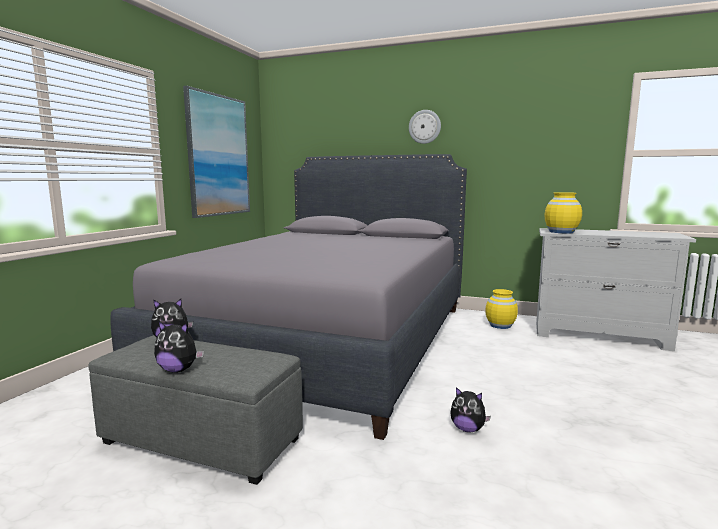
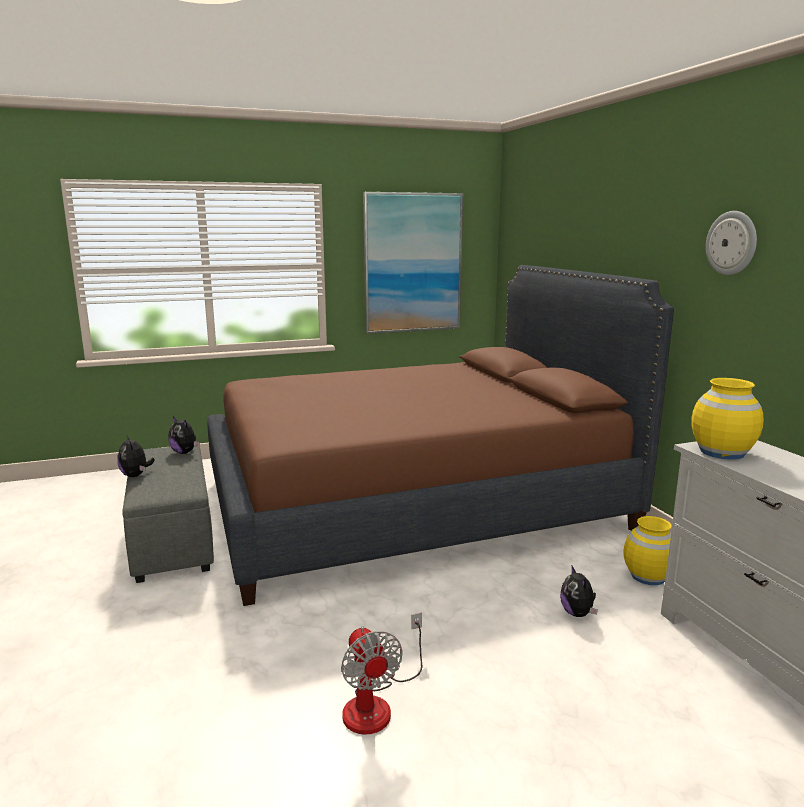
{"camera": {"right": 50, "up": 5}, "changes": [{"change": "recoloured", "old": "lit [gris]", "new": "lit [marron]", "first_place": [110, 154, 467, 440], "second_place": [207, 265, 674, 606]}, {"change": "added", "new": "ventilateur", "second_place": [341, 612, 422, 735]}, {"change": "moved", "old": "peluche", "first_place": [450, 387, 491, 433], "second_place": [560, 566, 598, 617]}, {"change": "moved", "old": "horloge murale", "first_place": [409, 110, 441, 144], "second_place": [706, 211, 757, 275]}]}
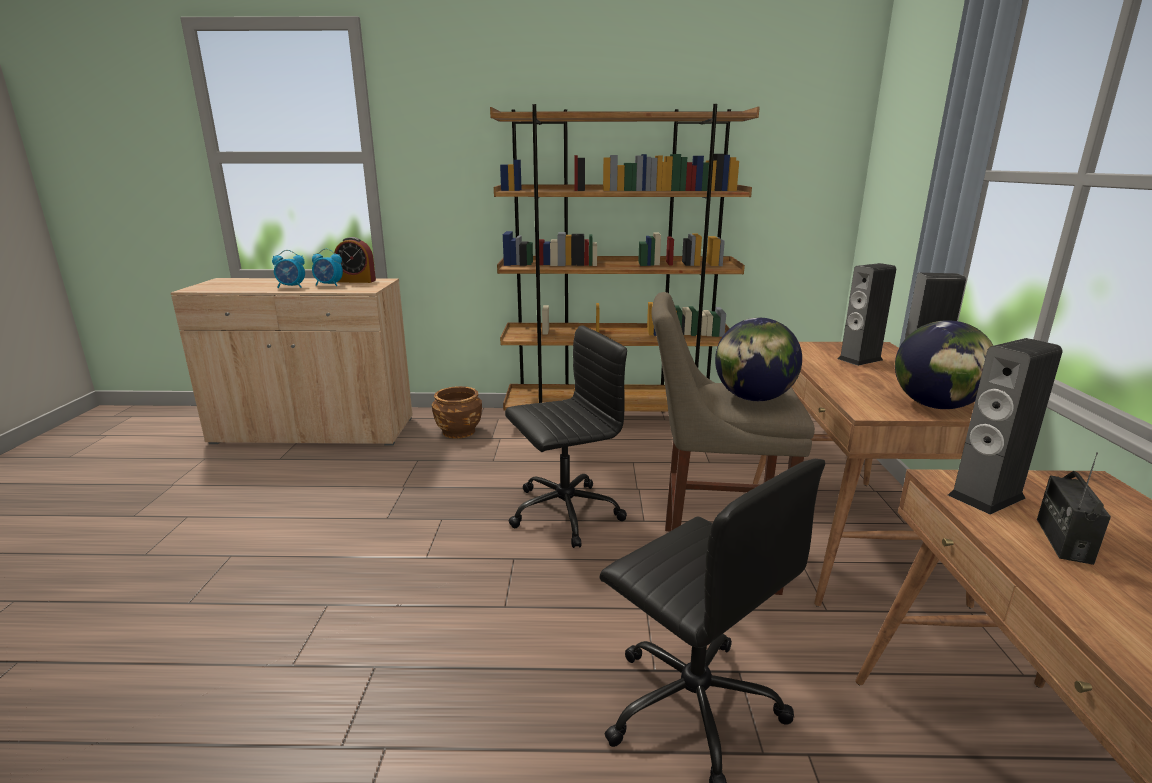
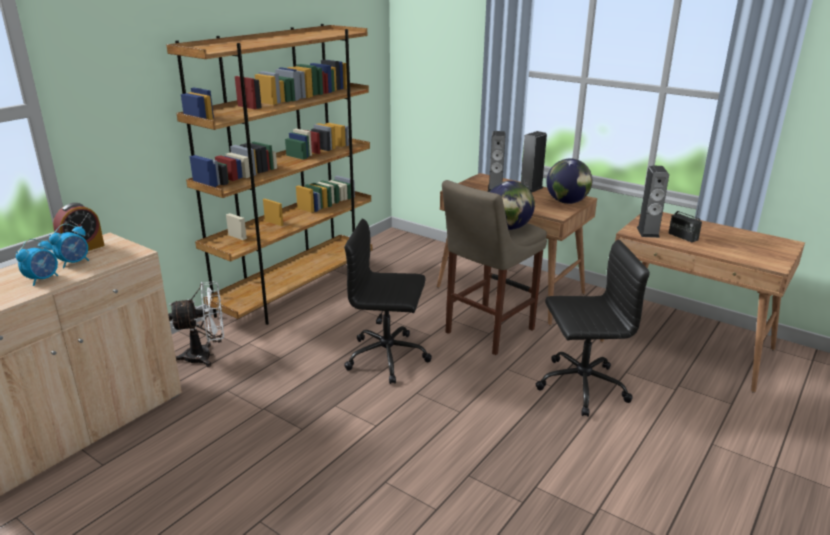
{"camera": {"right": -55, "up": 5}, "changes": [{"change": "replaced", "old": "cache-pot [marron]", "new": "ventilateur [blanc]", "first_place": [432, 386, 482, 439], "second_place": [168, 281, 224, 367]}, {"change": "turned", "old": "chaise de bureau [noir]", "first_place": [505, 325, 627, 548], "second_place": [344, 219, 432, 384], "degrees": -90}]}
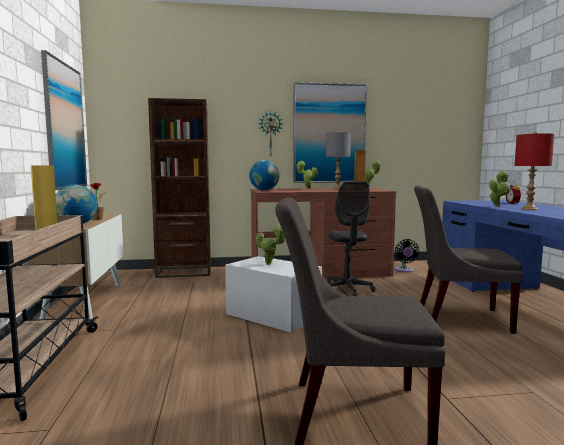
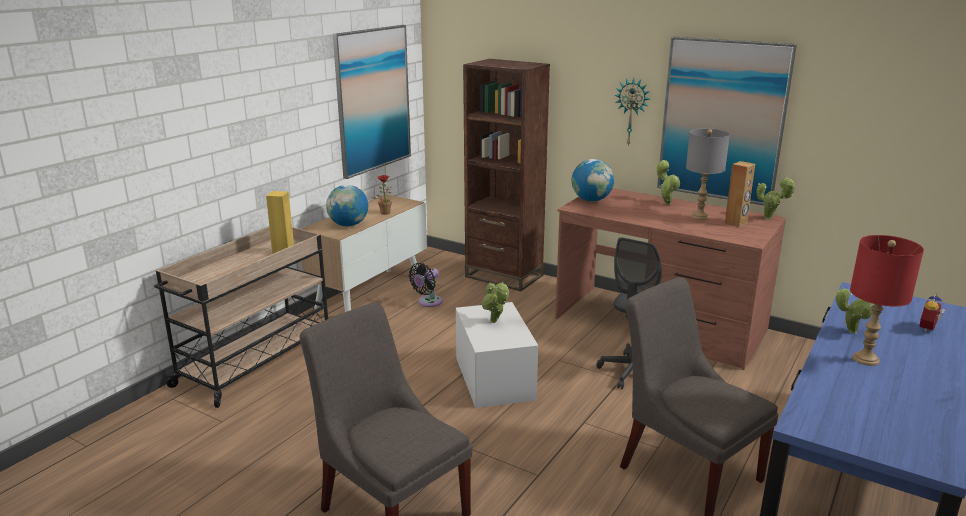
{"camera": {"right": 40, "up": 15}, "changes": [{"change": "moved", "old": "ventilateur [noir]", "first_place": [395, 239, 419, 272], "second_place": [409, 263, 443, 307]}]}
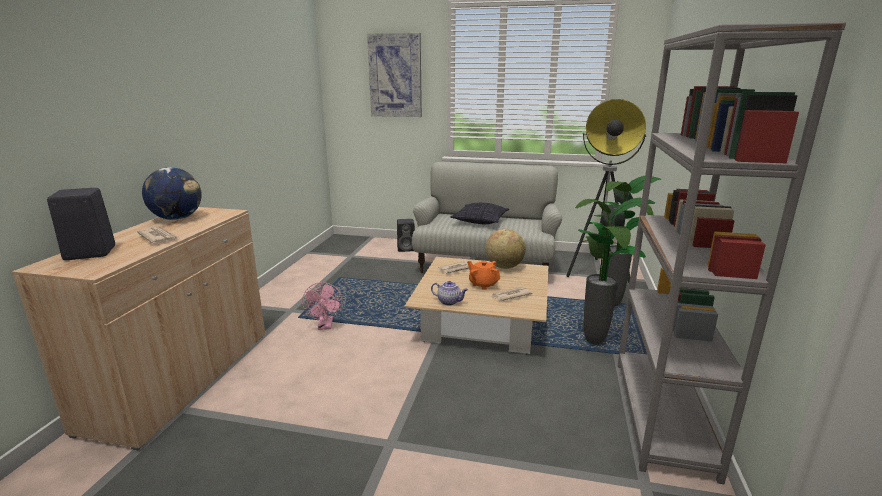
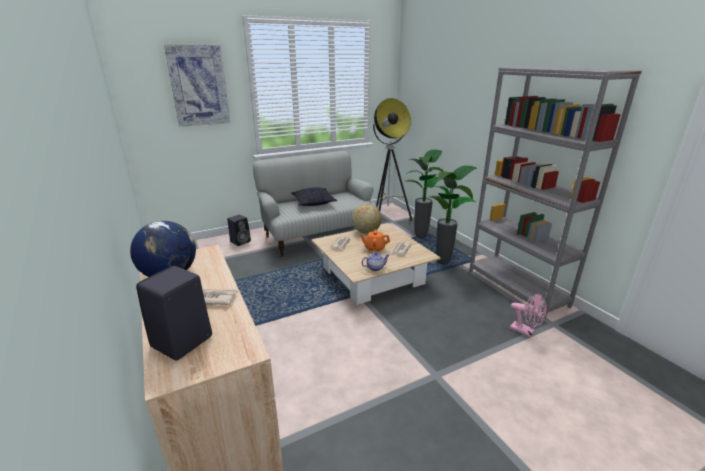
{"camera": {"right": -40, "up": 5}, "changes": [{"change": "moved", "old": "ventilateur [rose]", "first_place": [302, 282, 342, 330], "second_place": [510, 293, 547, 337]}]}
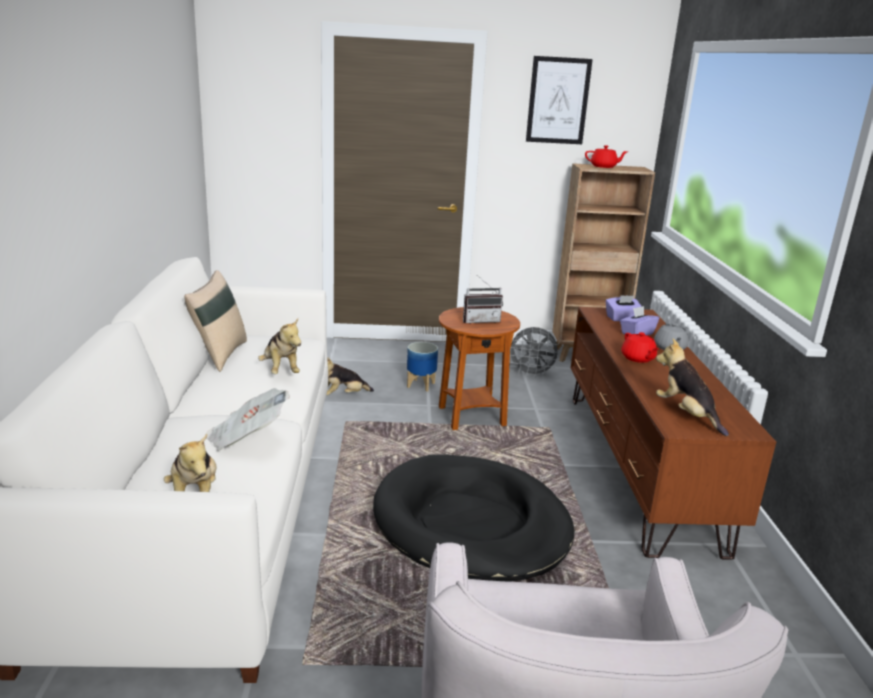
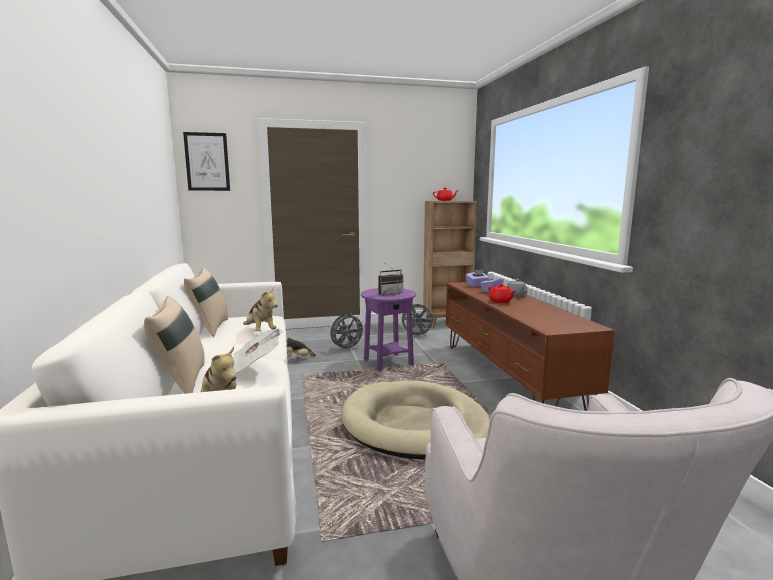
{"camera": {"right": -10, "up": -10}, "changes": [{"change": "added", "new": "coussin [beige]", "second_place": [144, 296, 205, 394]}, {"change": "moved", "old": "tableau", "first_place": [526, 56, 593, 144], "second_place": [183, 132, 230, 191]}, {"change": "replaced", "old": "cache-pot", "new": "ventilateur [gris]", "first_place": [407, 342, 438, 392], "second_place": [330, 313, 365, 351]}, {"change": "recoloured", "old": "panier pour chien [noir]", "new": "panier pour chien [beige]", "first_place": [373, 454, 575, 581], "second_place": [341, 381, 490, 459]}, {"change": "recoloured", "old": "table d'appoint [marron]", "new": "table d'appoint [violet]", "first_place": [439, 307, 520, 430], "second_place": [361, 288, 416, 371]}, {"change": "removed", "old": "peluche", "first_place": [656, 339, 729, 436]}]}
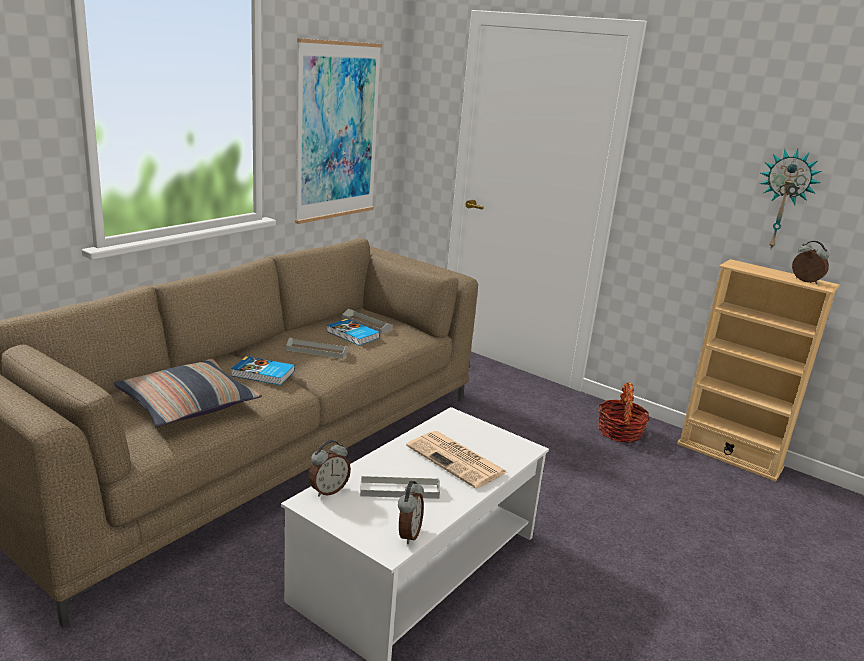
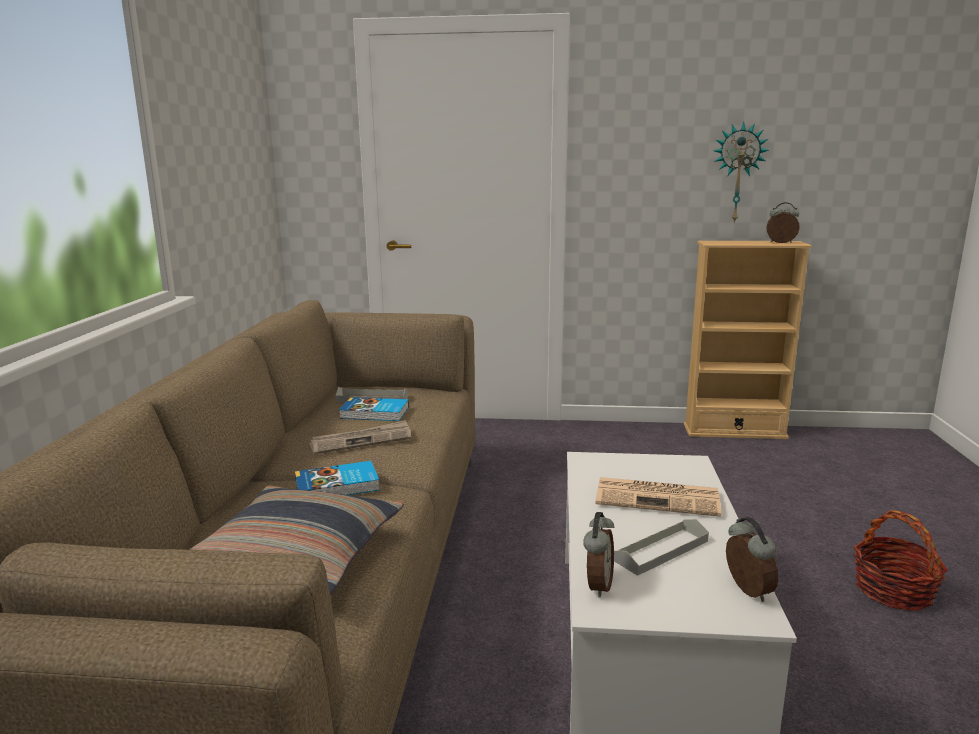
{"camera": {"right": -30, "up": -5}, "changes": [{"change": "replaced", "old": "plateau [gris]", "new": "journal", "first_place": [286, 338, 348, 359], "second_place": [309, 420, 411, 454]}, {"change": "moved", "old": "panier", "first_place": [598, 382, 650, 443], "second_place": [854, 510, 948, 611]}, {"change": "removed", "old": "tableau", "first_place": [295, 38, 382, 224]}]}
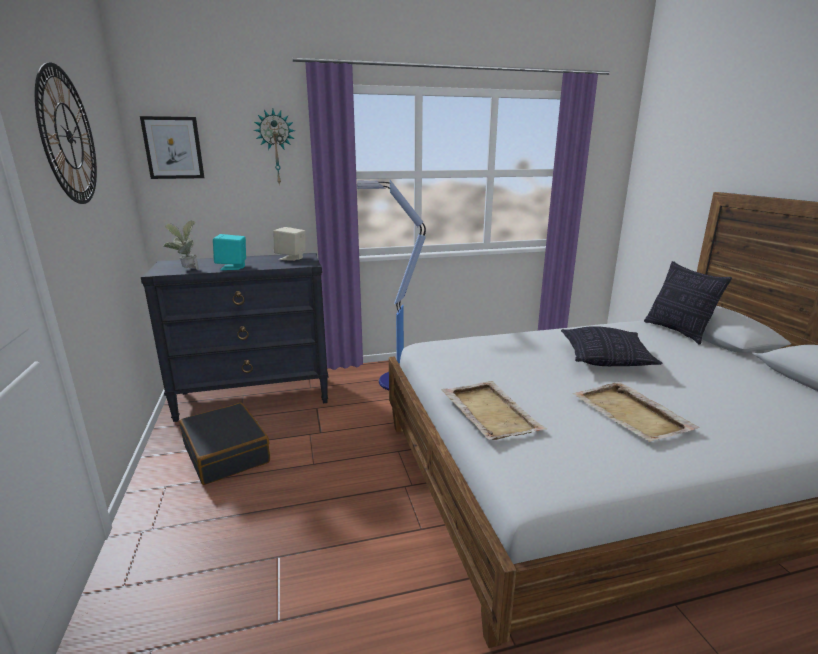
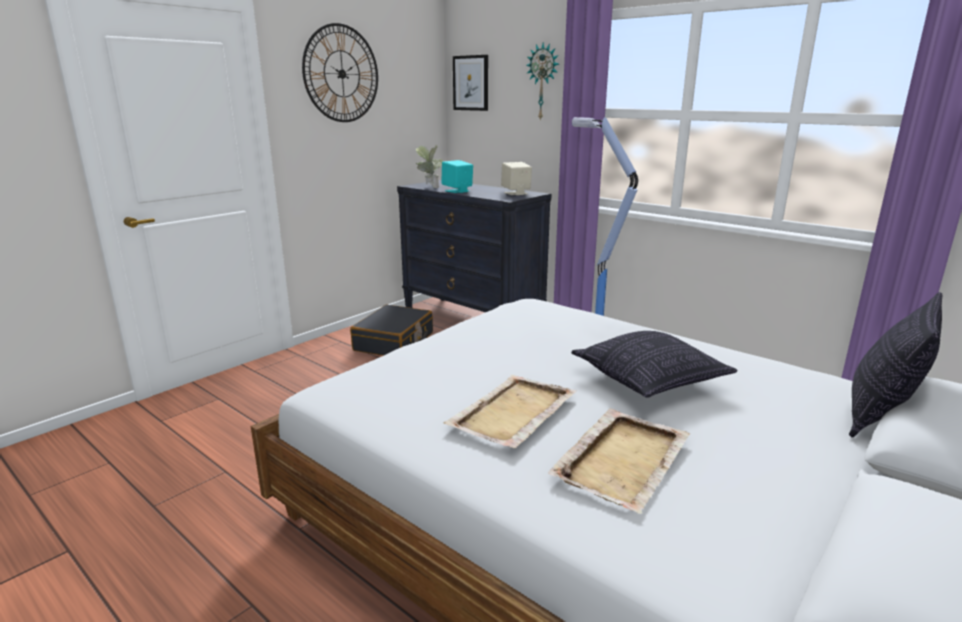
{"camera": {"right": 55, "up": 0}, "changes": [{"change": "moved", "old": "plateau [beige]", "first_place": [442, 381, 547, 440], "second_place": [548, 408, 690, 514]}]}
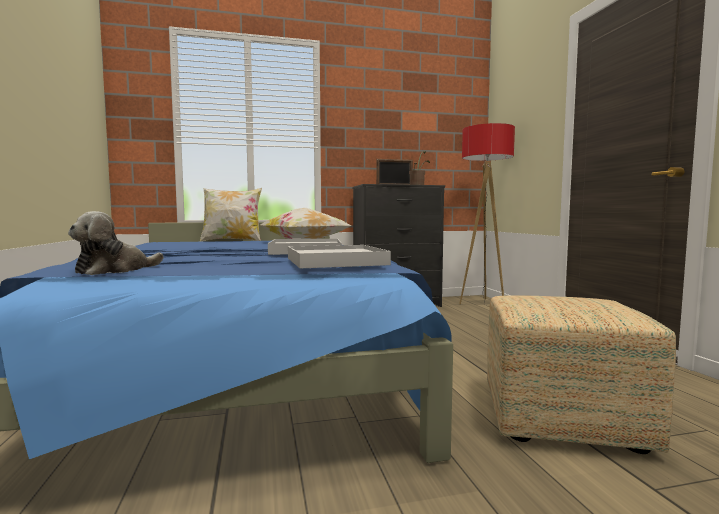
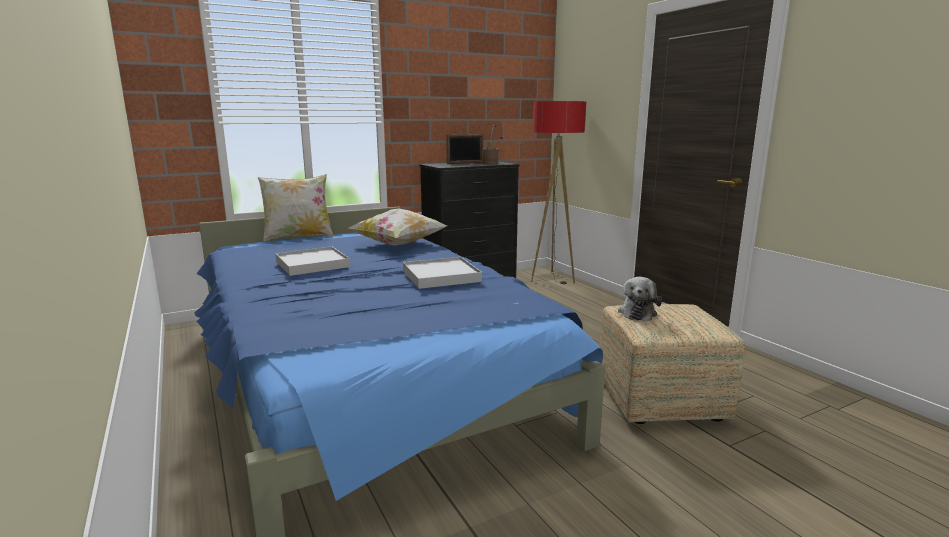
{"camera": {"right": -15, "up": 10}, "changes": [{"change": "moved", "old": "plateau [blanc]", "first_place": [288, 245, 391, 268], "second_place": [275, 246, 350, 276]}, {"change": "moved", "old": "peluche", "first_place": [68, 211, 163, 275], "second_place": [618, 277, 662, 321]}]}
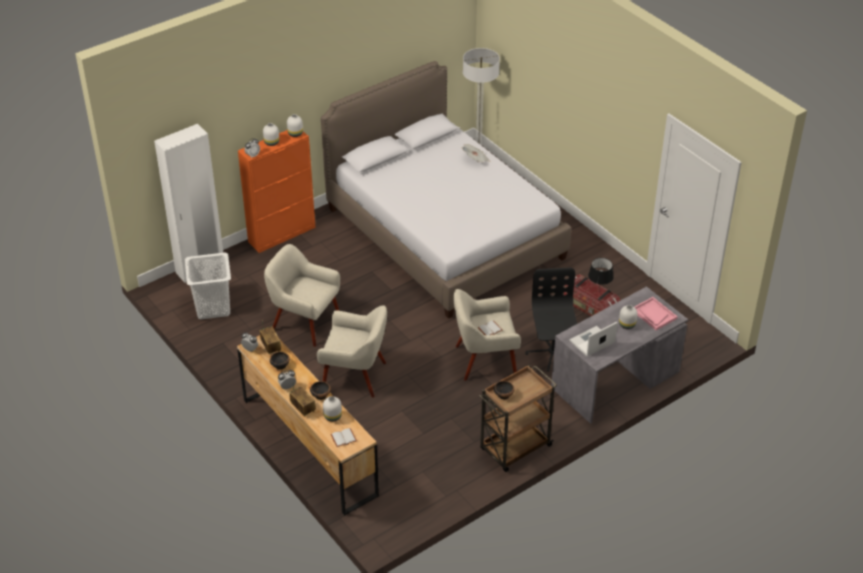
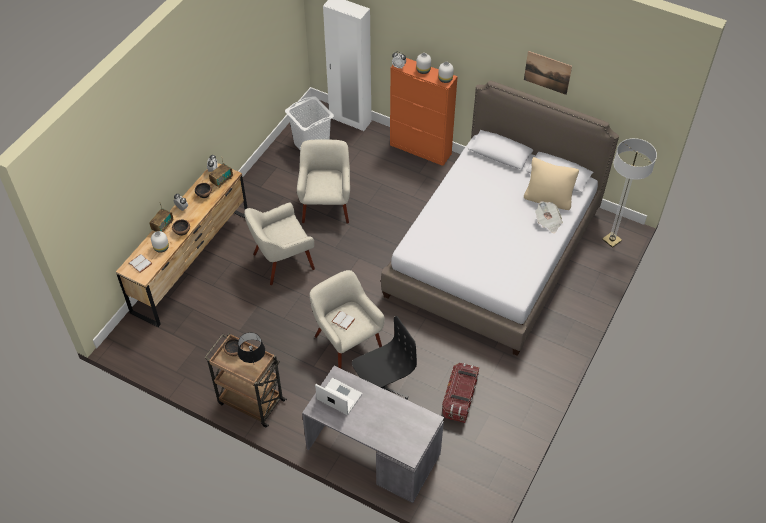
{"camera": {"right": 65, "up": 10}, "changes": [{"change": "moved", "old": "lampe de table [noir]", "first_place": [588, 258, 614, 291], "second_place": [238, 332, 265, 363]}, {"change": "turned", "old": "fauteuil [beige]", "first_place": [317, 305, 387, 398], "second_place": [244, 203, 315, 285], "degrees": 75}, {"change": "added", "new": "tableau", "second_place": [524, 51, 572, 95]}, {"change": "added", "new": "coussin [beige]", "second_place": [524, 157, 579, 210]}, {"change": "removed", "old": "vase [blanc]", "first_place": [619, 305, 637, 329]}, {"change": "removed", "old": "plateau [rose]", "first_place": [634, 297, 677, 330]}]}
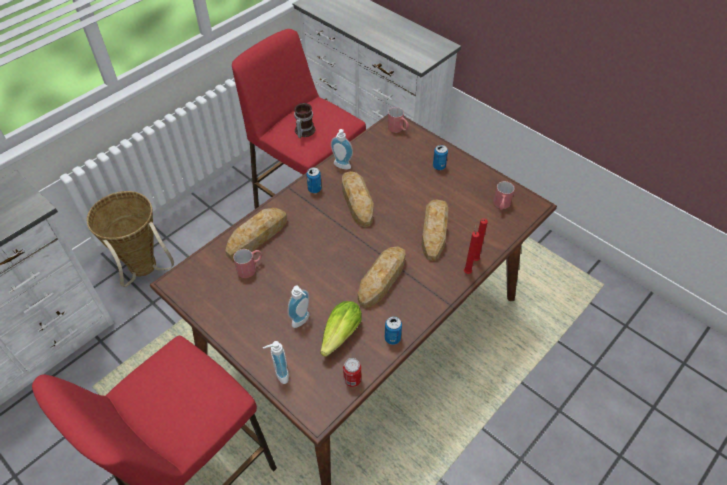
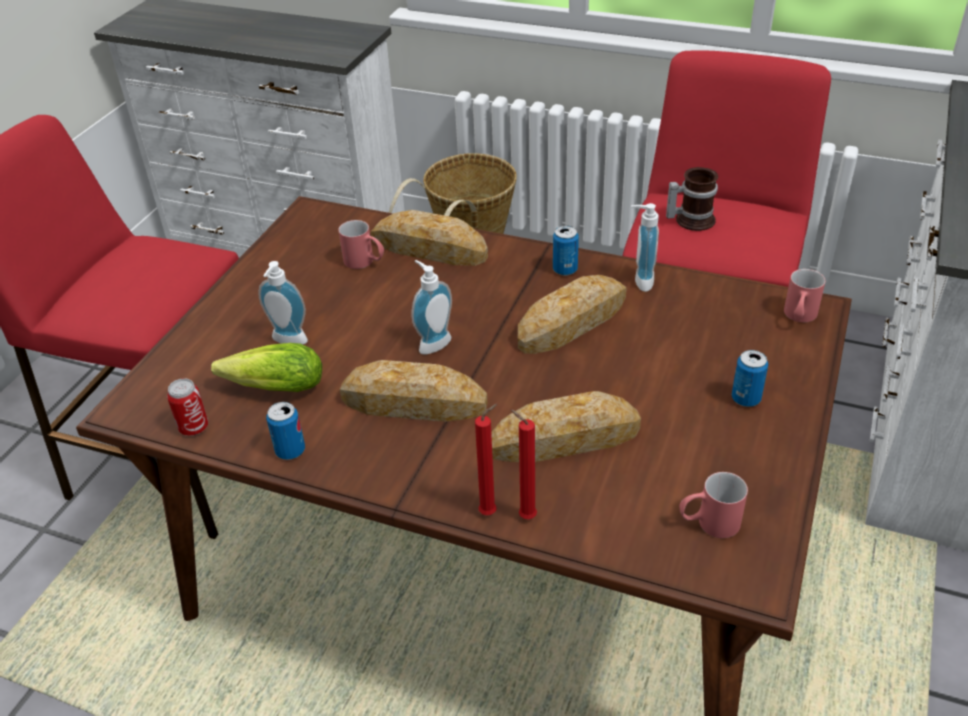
{"camera": {"right": 70, "up": -10}, "changes": [{"change": "moved", "old": "distributeur de savon", "first_place": [263, 341, 289, 384], "second_place": [412, 260, 452, 354]}]}
